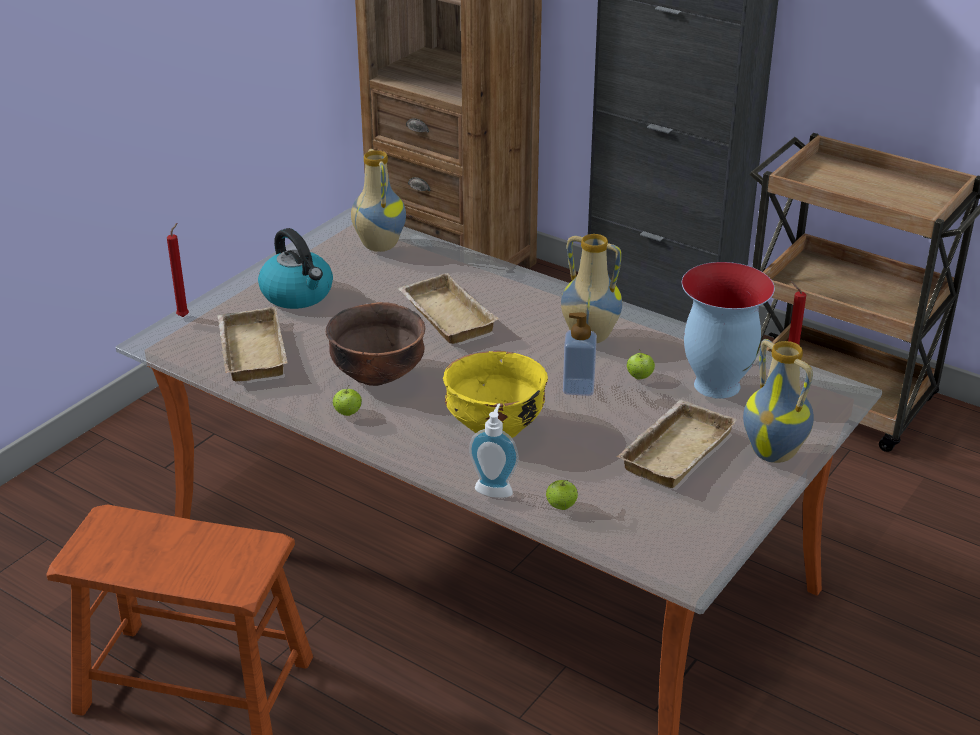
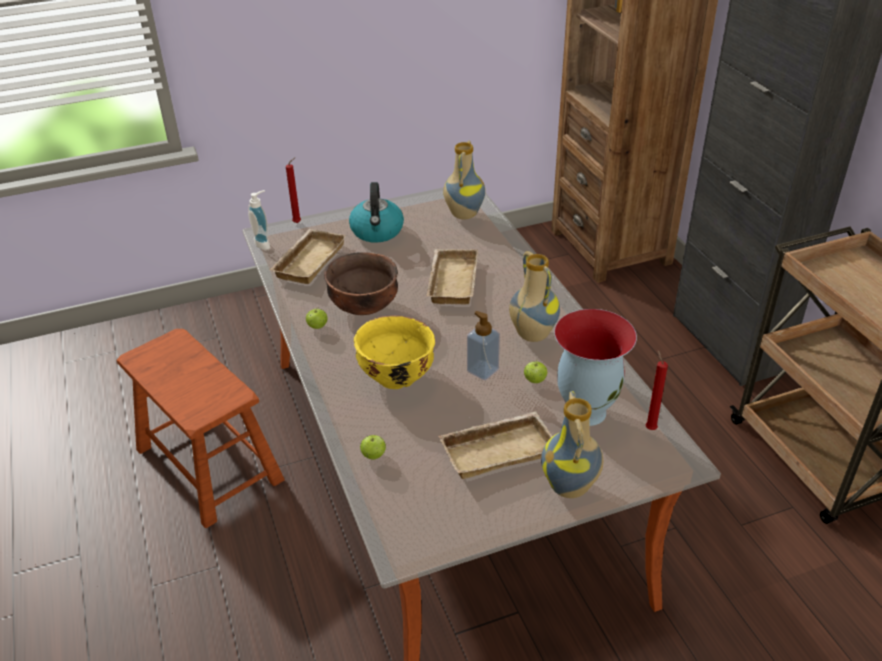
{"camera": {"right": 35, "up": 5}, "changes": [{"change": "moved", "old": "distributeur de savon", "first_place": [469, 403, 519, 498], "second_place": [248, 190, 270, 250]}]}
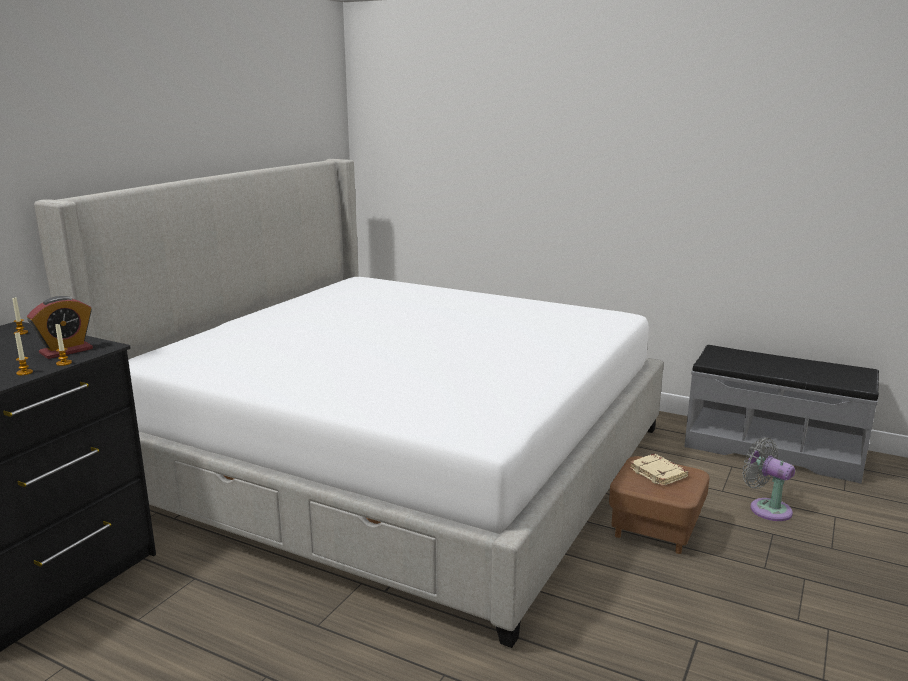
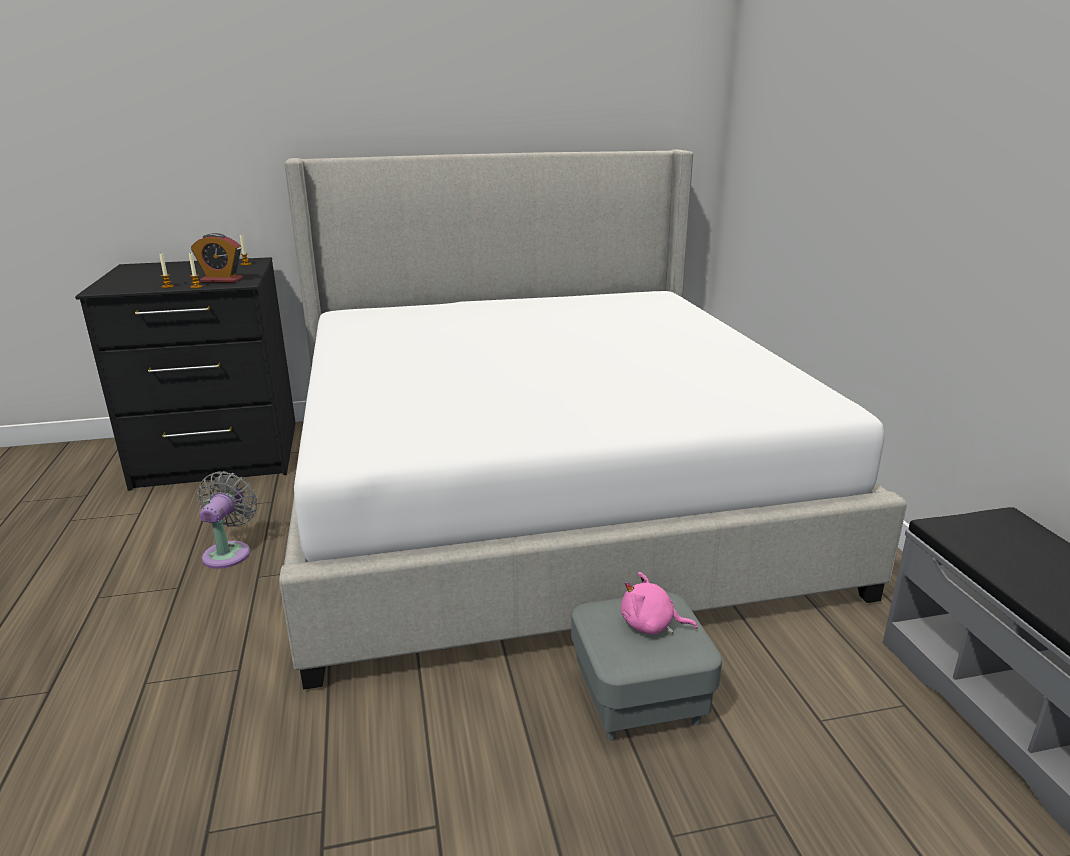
{"camera": {"right": 50, "up": 5}, "changes": [{"change": "moved", "old": "ventilateur [gris]", "first_place": [743, 438, 795, 521], "second_place": [197, 471, 257, 569]}, {"change": "recoloured", "old": "pouf [marron]", "new": "pouf [gris]", "first_place": [609, 456, 710, 554], "second_place": [571, 592, 722, 741]}, {"change": "replaced", "old": "livre [beige]", "new": "peluche [rose]", "first_place": [629, 454, 688, 486], "second_place": [621, 572, 697, 634]}]}
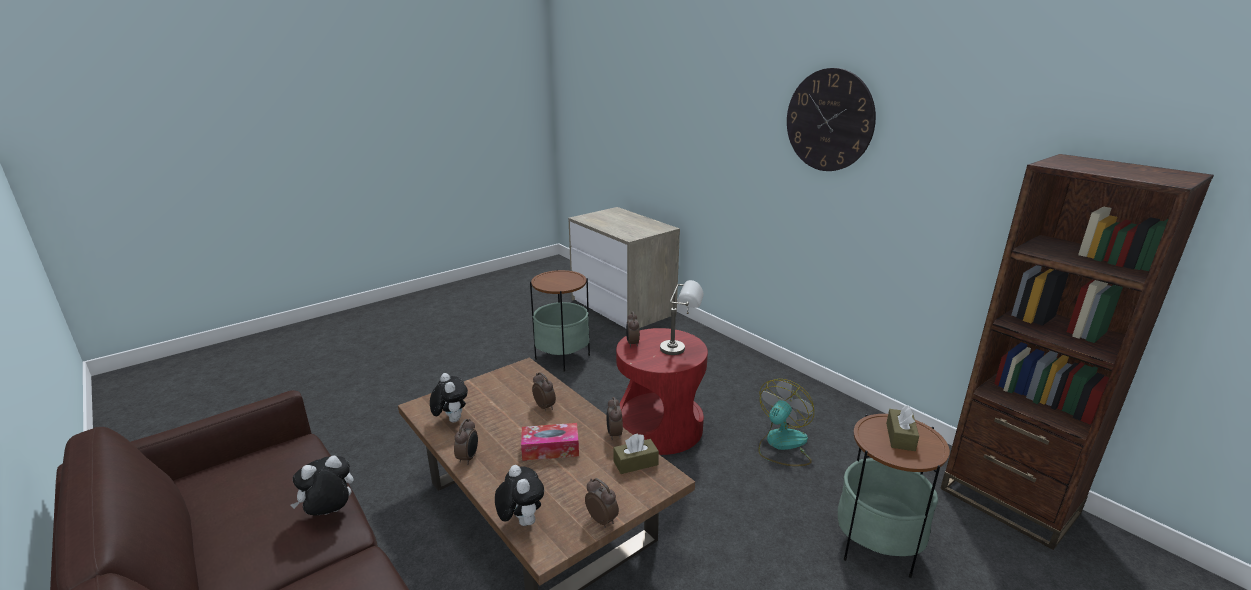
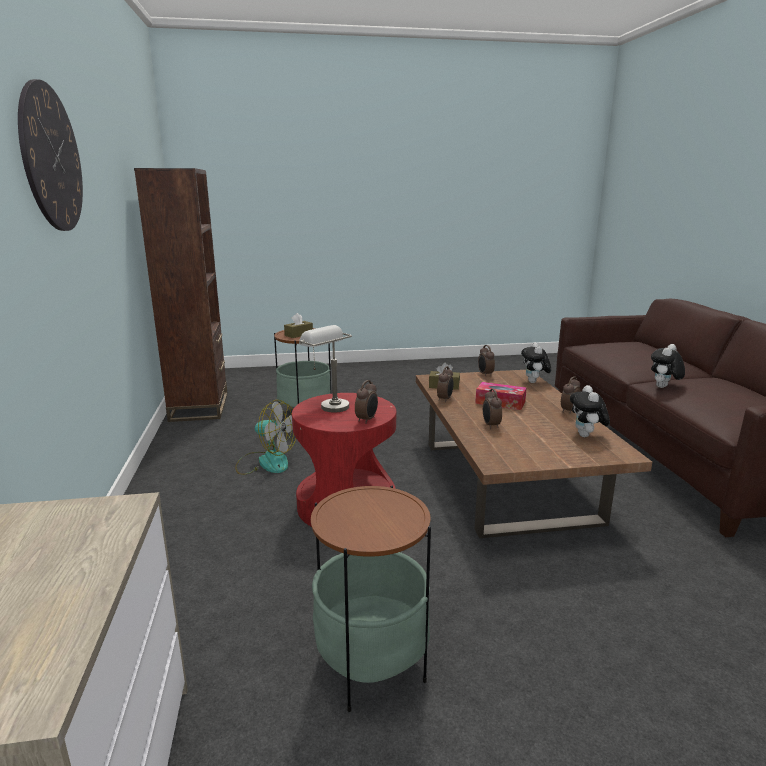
{"camera": {"right": -150, "up": -5}, "changes": [{"change": "turned", "old": "ventilateur", "first_place": [758, 379, 814, 466], "second_place": [235, 400, 296, 475], "degrees": -135}, {"change": "turned", "old": "peluche", "first_place": [291, 455, 354, 516], "second_place": [651, 344, 685, 388], "degrees": 135}]}
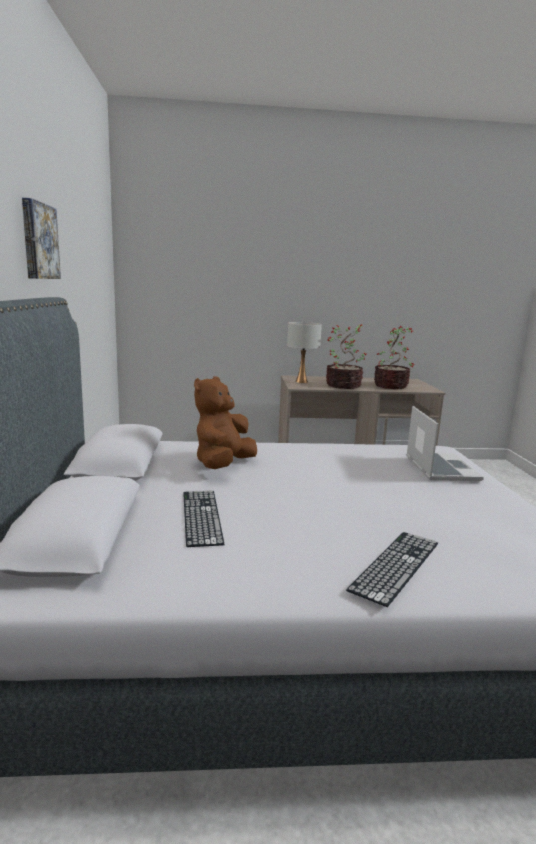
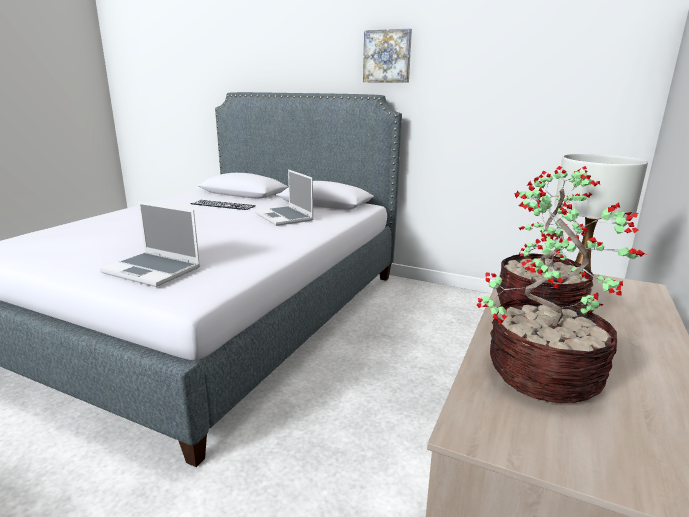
{"camera": {"right": 120, "up": 5}, "changes": [{"change": "replaced", "old": "peluche [marron]", "new": "ordinateur portable", "first_place": [194, 376, 257, 469], "second_place": [255, 169, 314, 226]}, {"change": "removed", "old": "clavier", "first_place": [346, 532, 438, 607]}]}
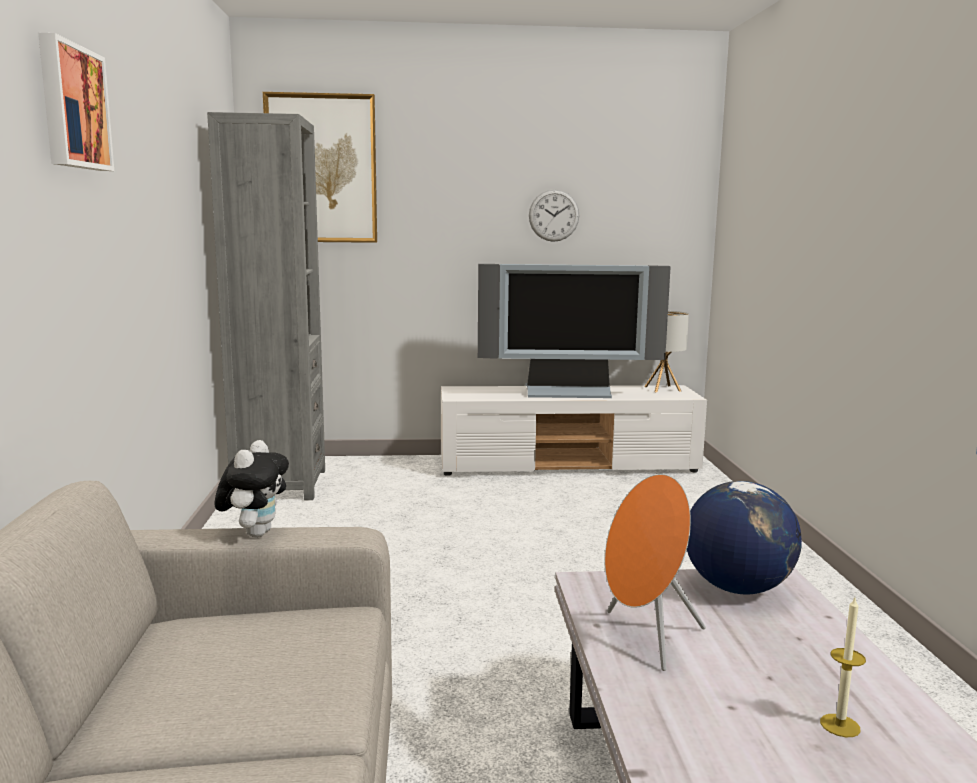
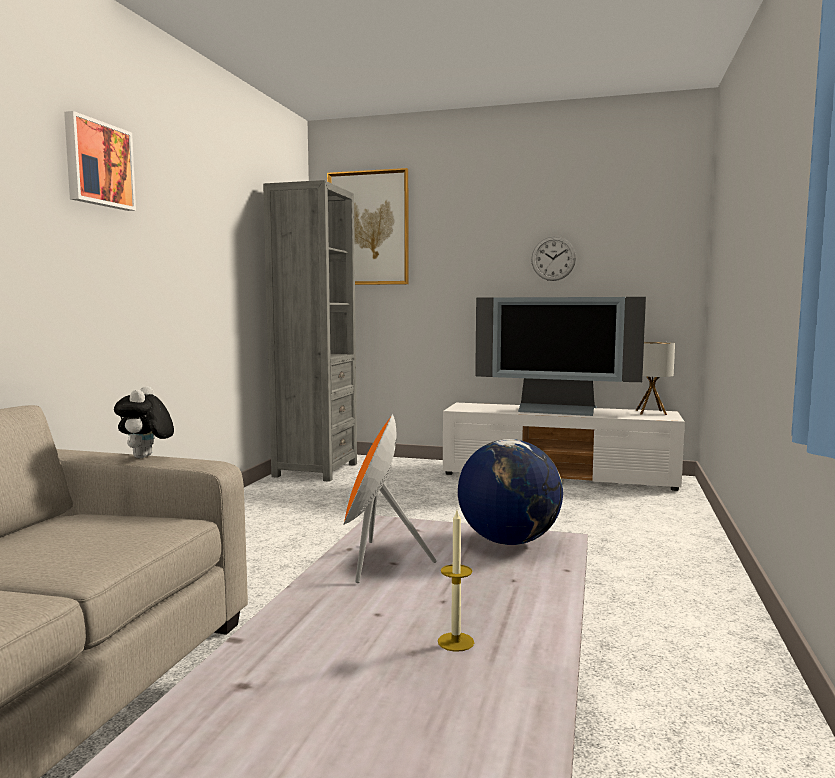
{"camera": {"right": 20, "up": -5}, "changes": [{"change": "turned", "old": "peluche", "first_place": [214, 440, 289, 537], "second_place": [114, 386, 174, 458], "degrees": 150}]}
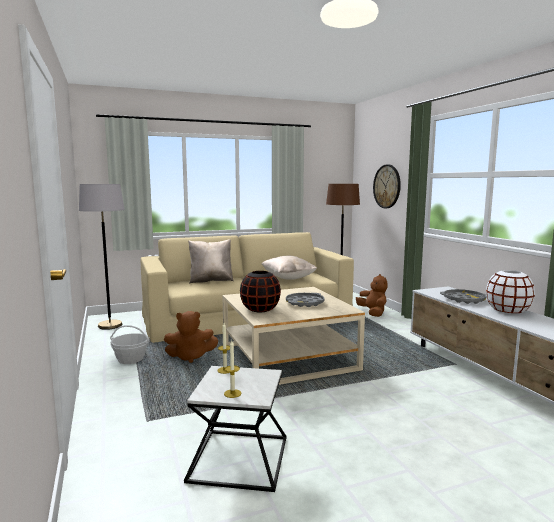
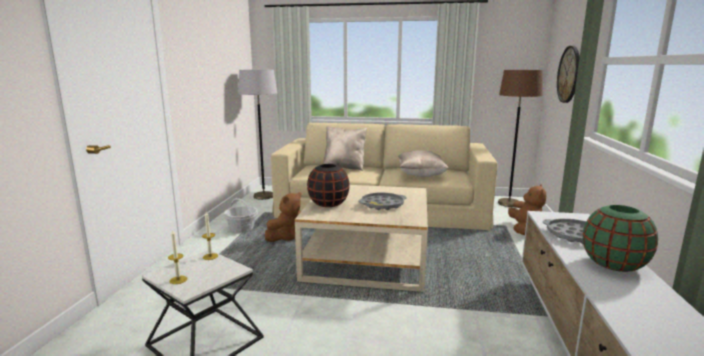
{"camera": {"right": 30, "up": 5}, "changes": [{"change": "turned", "old": "peluche [marron]", "first_place": [164, 311, 219, 363], "second_place": [265, 192, 301, 242], "degrees": -75}, {"change": "recoloured", "old": "vase [blanc]", "new": "vase [vert]", "first_place": [486, 270, 535, 314], "second_place": [583, 205, 658, 272]}]}
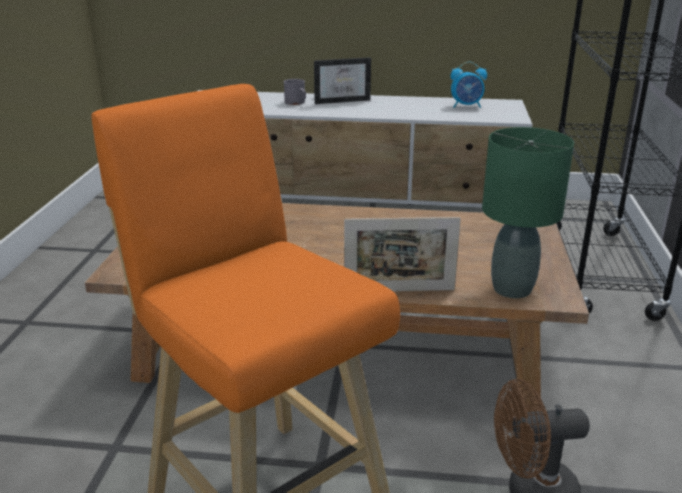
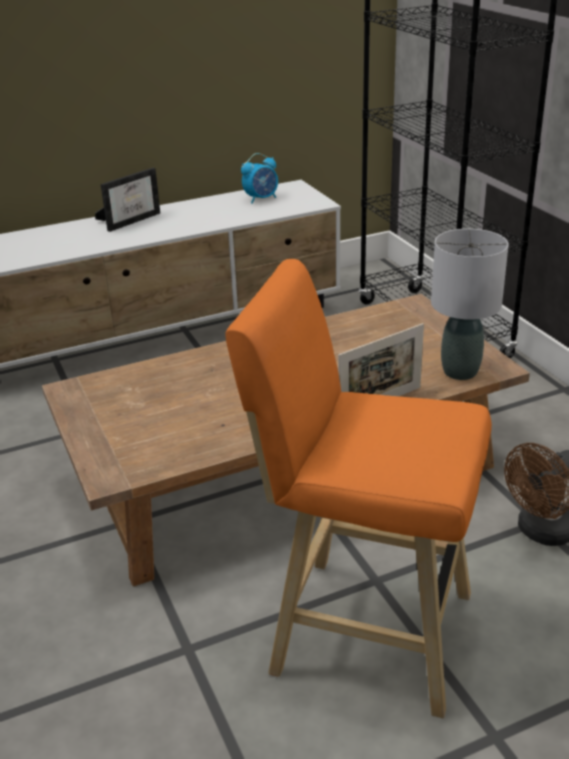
{"camera": {"right": -30, "up": 5}, "changes": [{"change": "recoloured", "old": "lampe de table [vert]", "new": "lampe de table [gris]", "first_place": [482, 127, 574, 299], "second_place": [431, 229, 509, 380]}, {"change": "removed", "old": "mug [gris]", "first_place": [283, 79, 306, 105]}]}
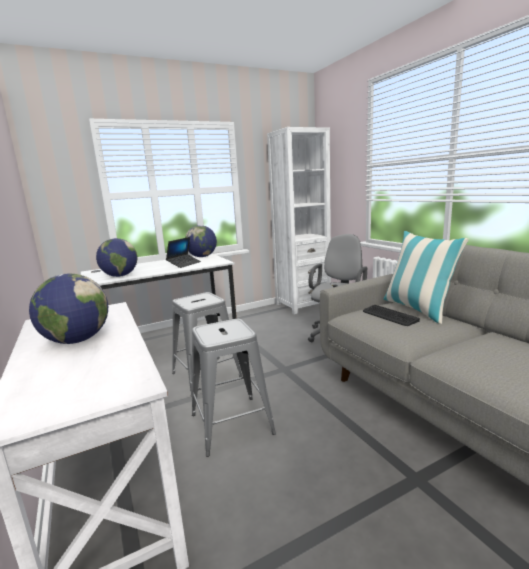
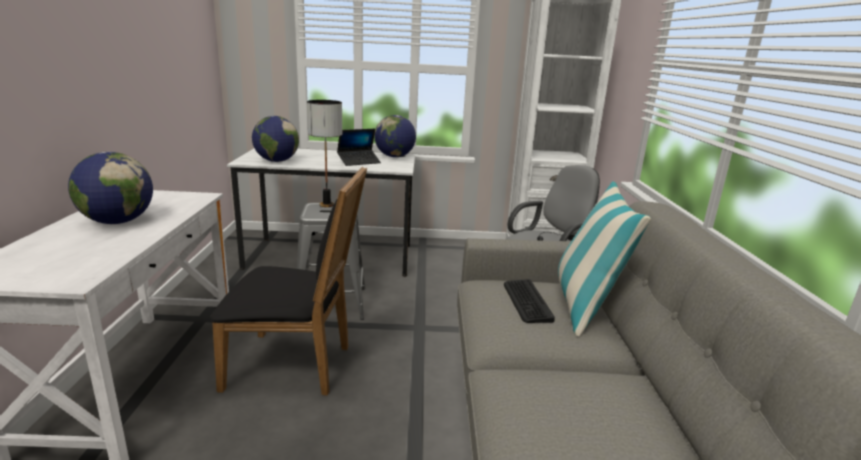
{"camera": {"right": 25, "up": 5}, "changes": [{"change": "replaced", "old": "tabouret [gris]", "new": "chaise [noir]", "first_place": [192, 319, 276, 457], "second_place": [211, 167, 367, 396]}, {"change": "added", "new": "lampe de table", "second_place": [307, 100, 342, 207]}]}
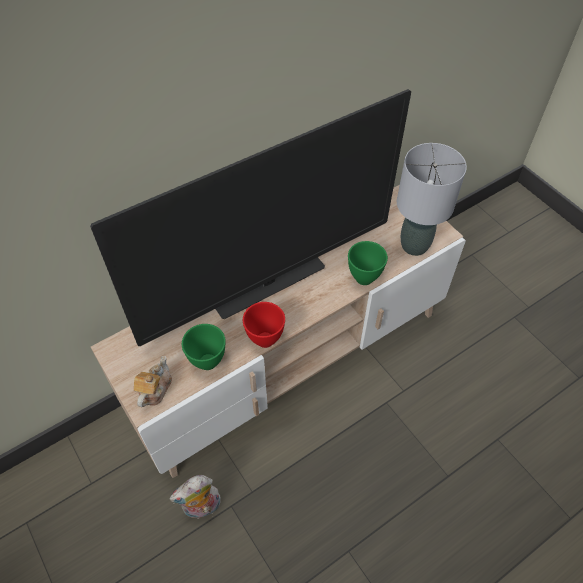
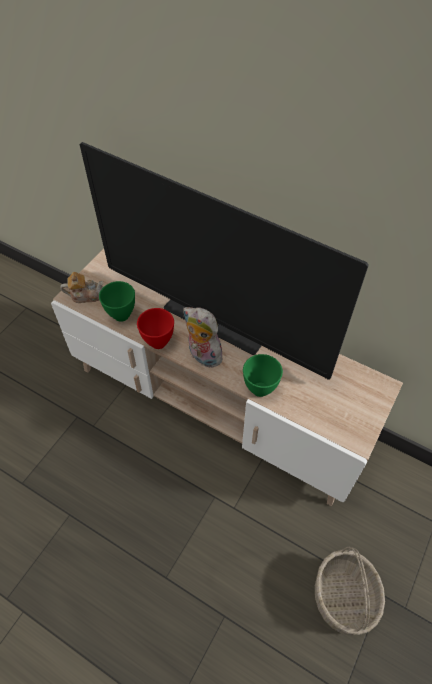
{"camera": {"right": 65, "up": 0}, "changes": [{"change": "moved", "old": "peluche", "first_place": [169, 475, 221, 519], "second_place": [183, 307, 224, 368]}, {"change": "added", "new": "panier", "second_place": [315, 547, 385, 635]}, {"change": "removed", "old": "lampe de table [gris]", "first_place": [397, 143, 467, 256]}]}
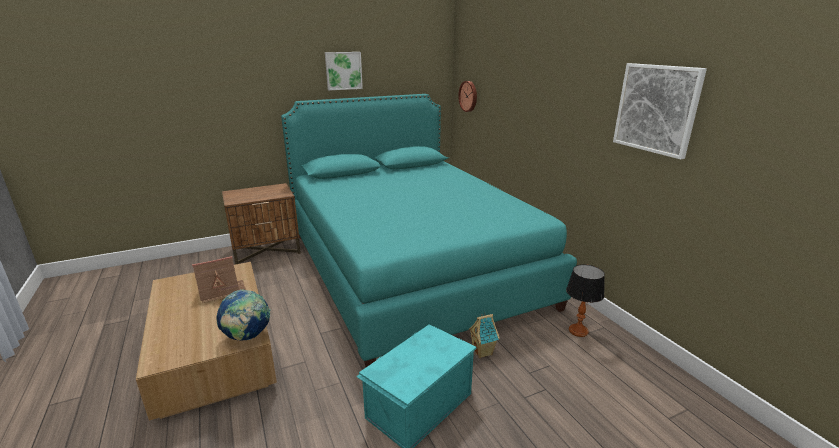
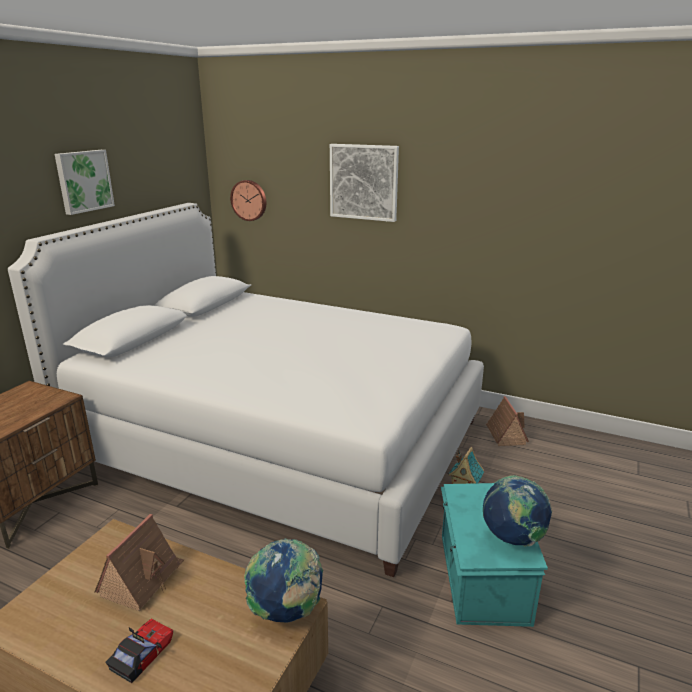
{"camera": {"right": -40, "up": 0}, "changes": [{"change": "recoloured", "old": "lit [turquoise]", "new": "lit [blanc]", "first_place": [281, 94, 577, 367], "second_place": [8, 203, 484, 577]}, {"change": "added", "new": "petite voiture", "second_place": [106, 619, 173, 683]}, {"change": "moved", "old": "tableau", "first_place": [613, 63, 707, 160], "second_place": [330, 144, 399, 222]}, {"change": "added", "new": "globe", "second_place": [483, 475, 552, 547]}, {"change": "replaced", "old": "lampe de table", "new": "maison miniature", "first_place": [566, 264, 605, 337], "second_place": [486, 396, 529, 446]}]}
